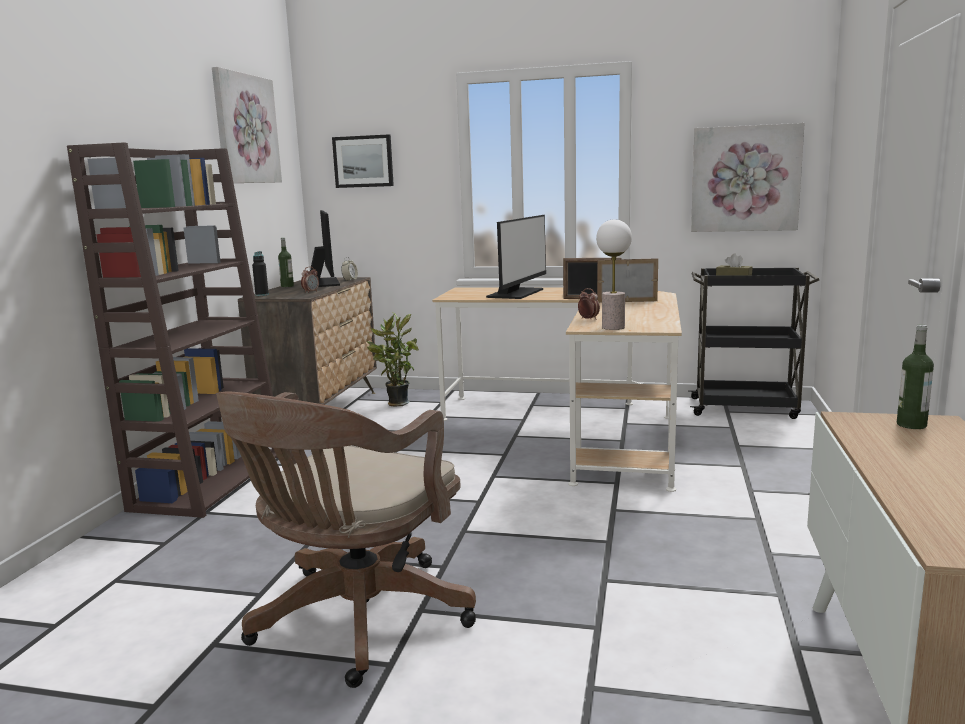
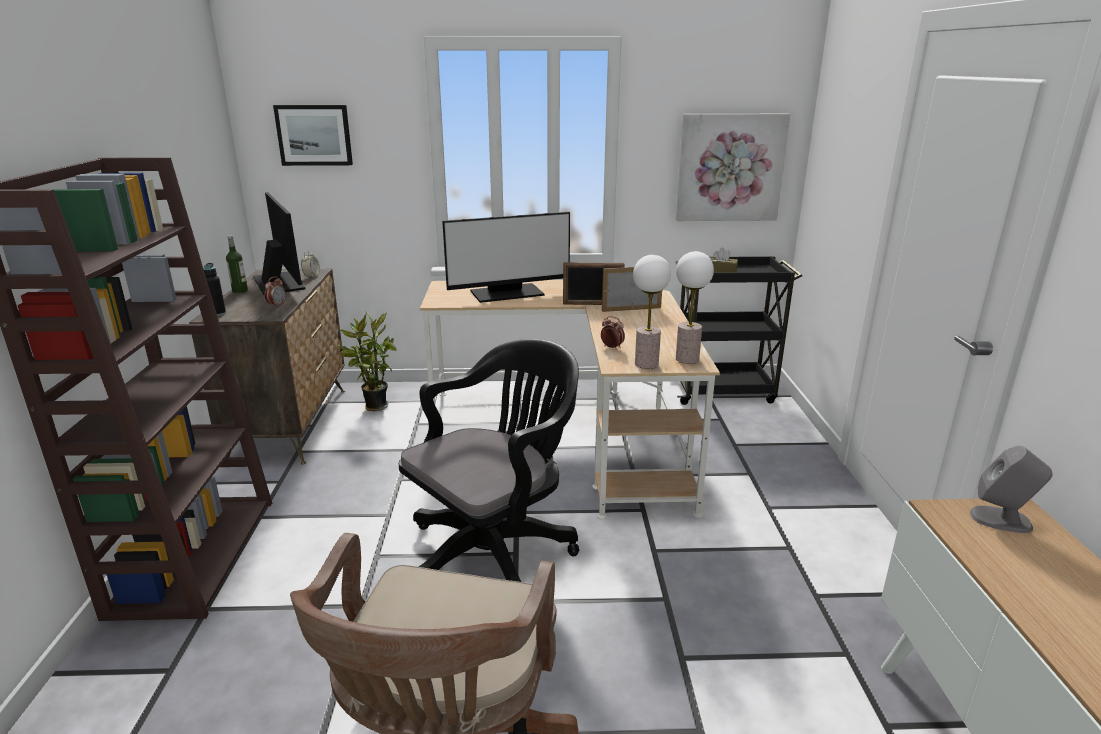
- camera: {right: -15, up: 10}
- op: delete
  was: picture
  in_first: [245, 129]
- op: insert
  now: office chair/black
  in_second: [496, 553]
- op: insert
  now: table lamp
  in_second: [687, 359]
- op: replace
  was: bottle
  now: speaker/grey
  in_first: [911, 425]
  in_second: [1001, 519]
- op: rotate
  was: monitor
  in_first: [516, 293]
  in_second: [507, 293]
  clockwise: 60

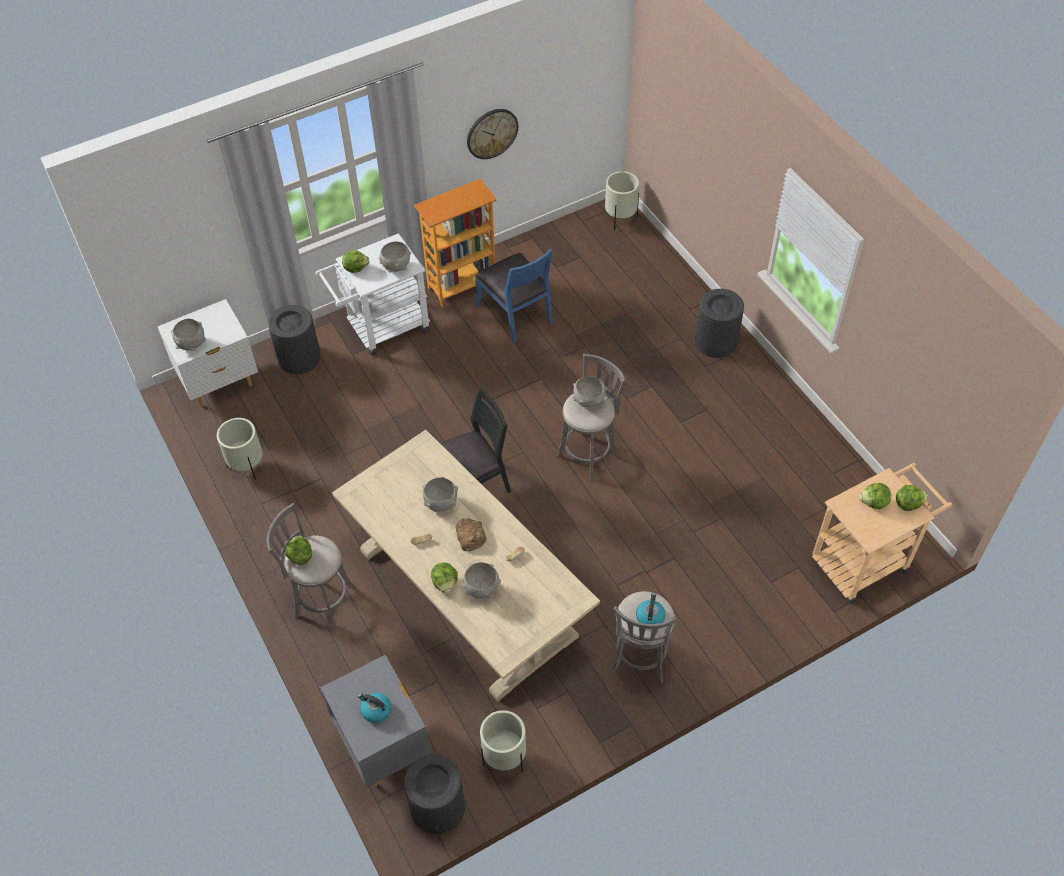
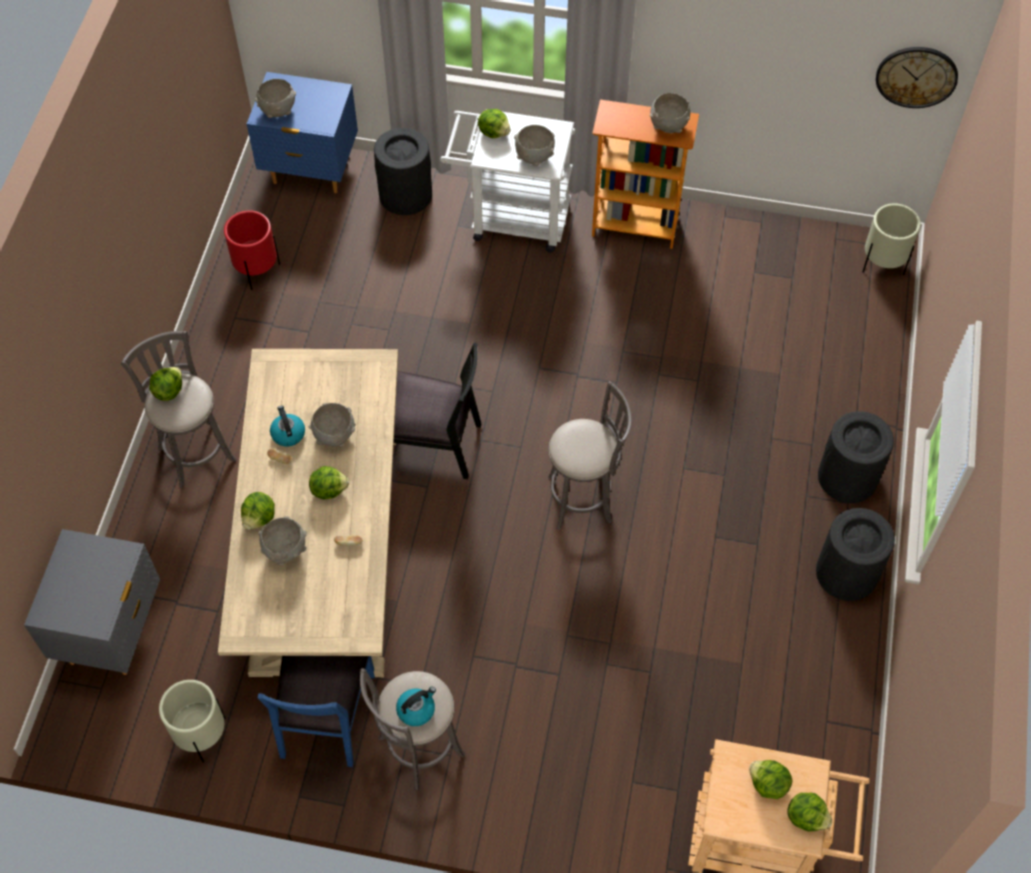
- camera: {right: 40, up: 5}
- op: move
  was: kettle
  in_first: [375, 710]
  in_second: [288, 433]
- op: move
  was: trash can/black
  in_first: [437, 807]
  in_second: [847, 572]
- op: move
  was: wall clock
  in_first: [492, 133]
  in_second: [916, 76]
- op: move
  was: chair/blue
  in_first: [516, 313]
  in_second: [325, 716]
- op: move
  was: bowl/grey
  in_first: [589, 402]
  in_second: [668, 127]
- op: replace
  was: bread
  now: lettuce
  in_first: [470, 536]
  in_second: [329, 489]
- op: recolor
  was: nightstand/white
  now: nightstand/blue
  in_first: [219, 383]
  in_second: [311, 171]
- op: recolor
  was: planter/beige
  now: planter/red
  in_first: [247, 466]
  in_second: [257, 271]

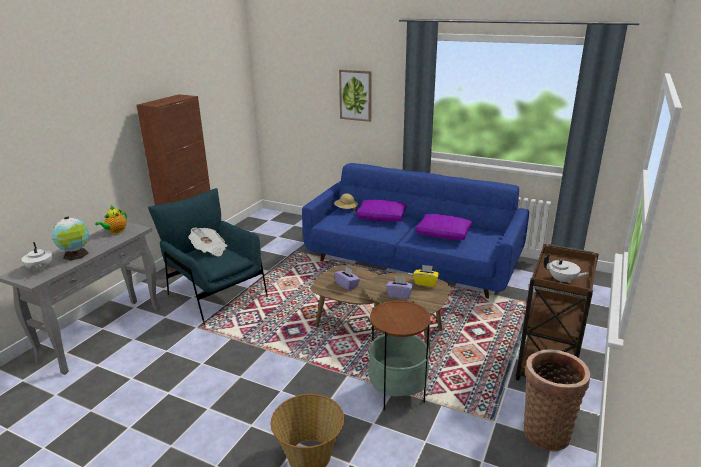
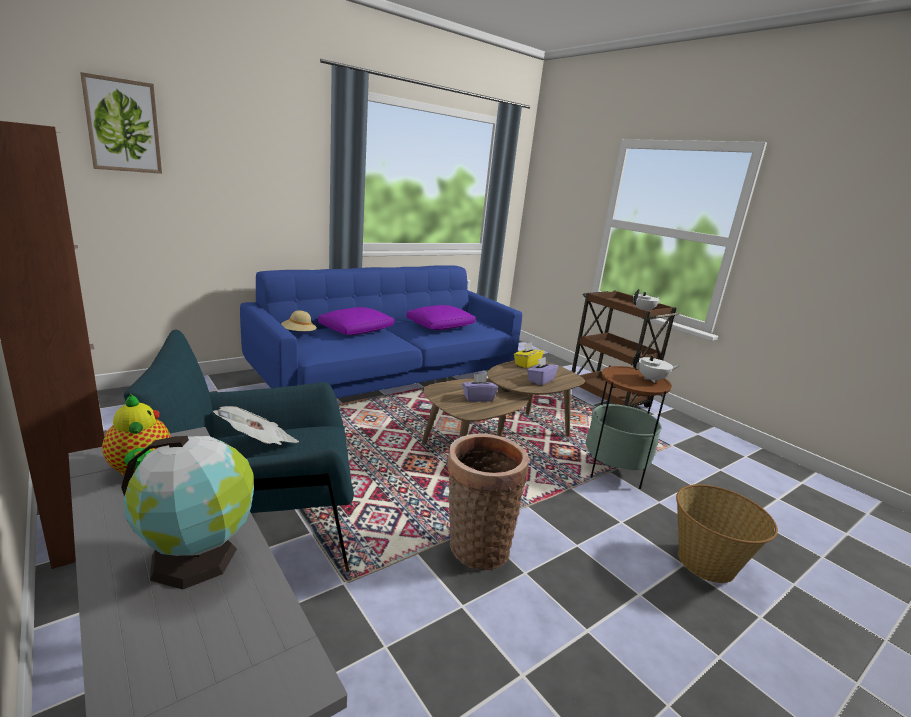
- camera: {right: -65, up: -5}
- op: move
  was: teapot/white
  in_first: [40, 269]
  in_second: [652, 379]
- op: move
  was: picture
  in_first: [355, 95]
  in_second: [123, 126]
- op: move
  was: basket
  in_first: [545, 430]
  in_second: [475, 546]

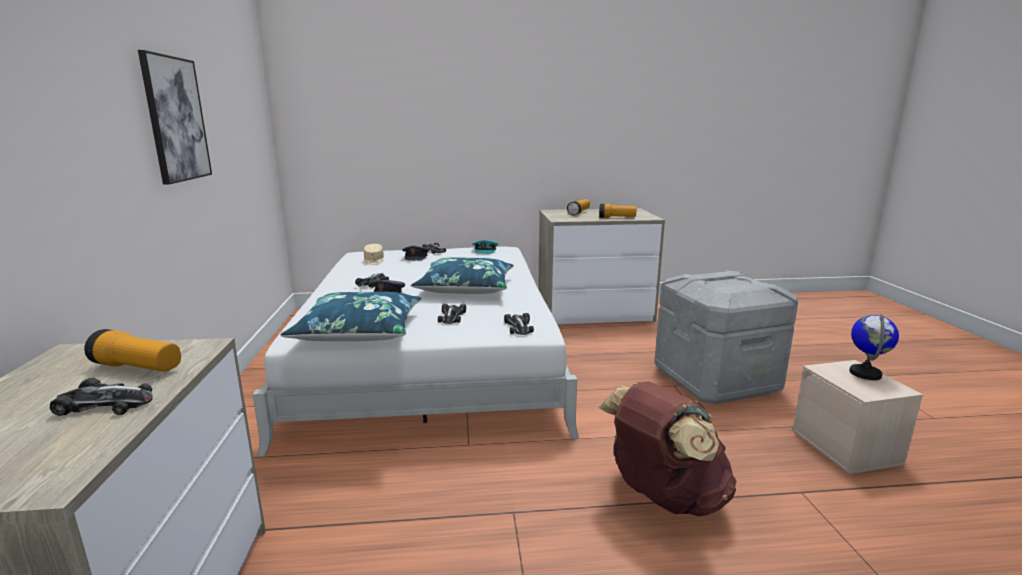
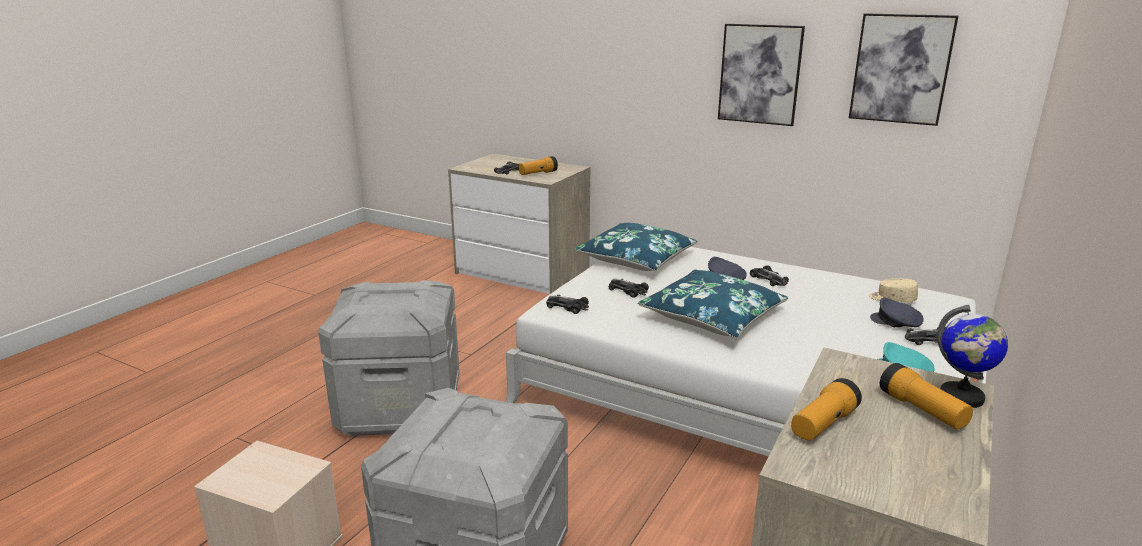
- camera: {right: 125, up: 5}
- op: insert
  now: picture
  in_second: [901, 69]
- op: move
  was: globe
  in_first: [865, 373]
  in_second: [961, 397]
- op: replace
  was: backpack/brown
  now: storage box/grey
  in_first: [663, 497]
  in_second: [401, 407]

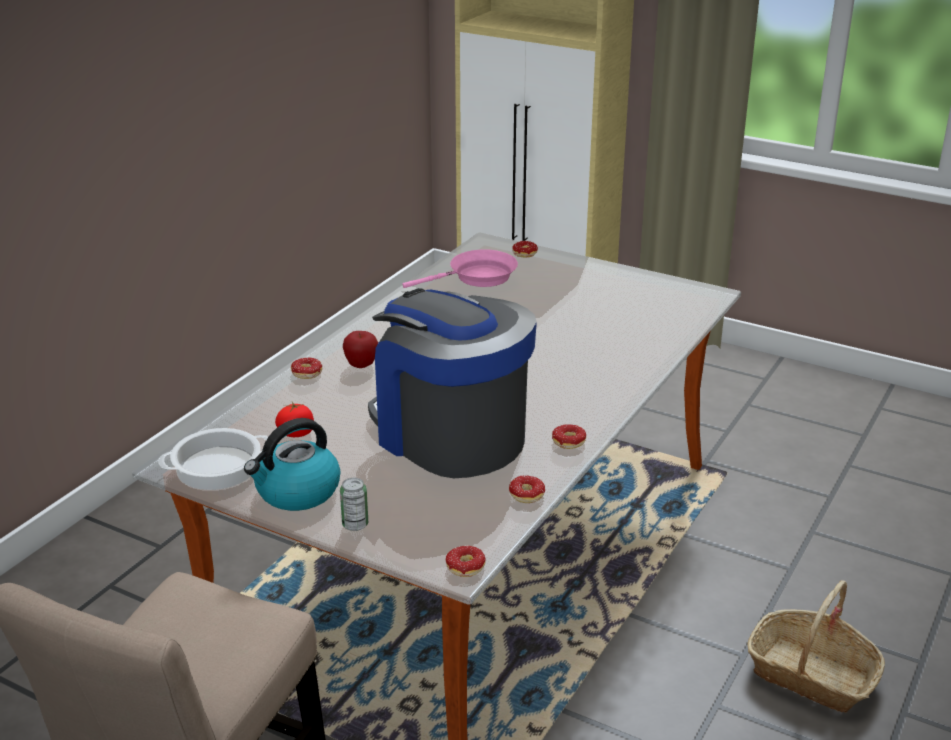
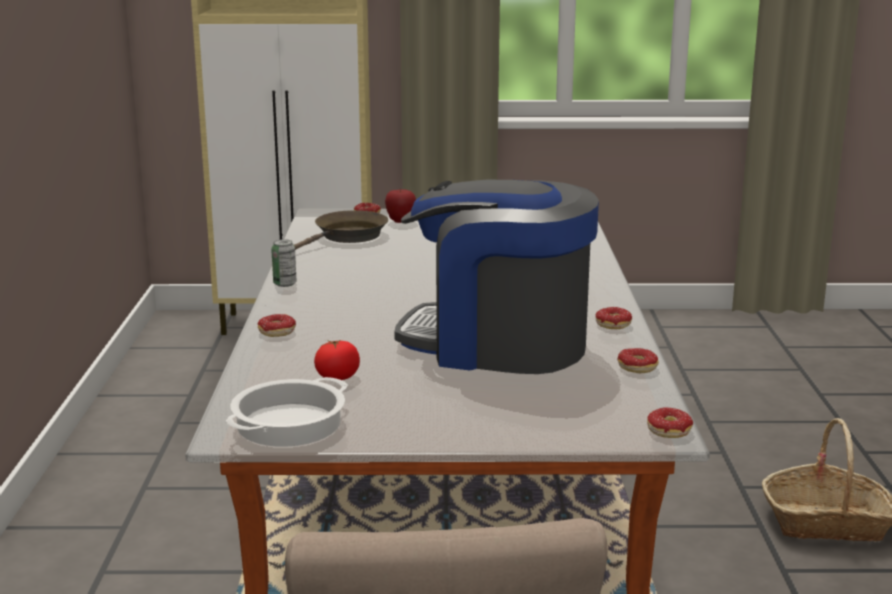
- camera: {right: -30, up: -10}
- op: delete
  was: kettle
  in_first: [297, 492]
- op: move
  was: can
  in_first: [355, 525]
  in_second: [285, 284]
- op: move
  was: apple
  in_first: [361, 365]
  in_second: [400, 221]
- op: recolor
  was: frying pan/pink
  now: frying pan/brown
  in_first: [477, 278]
  in_second: [347, 237]

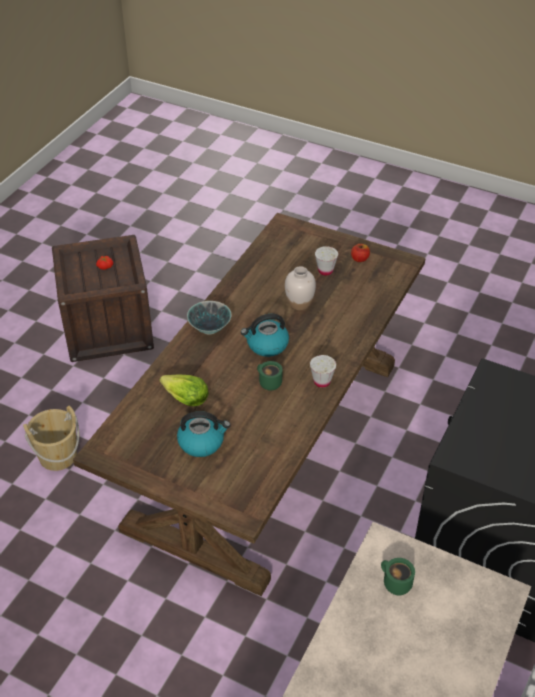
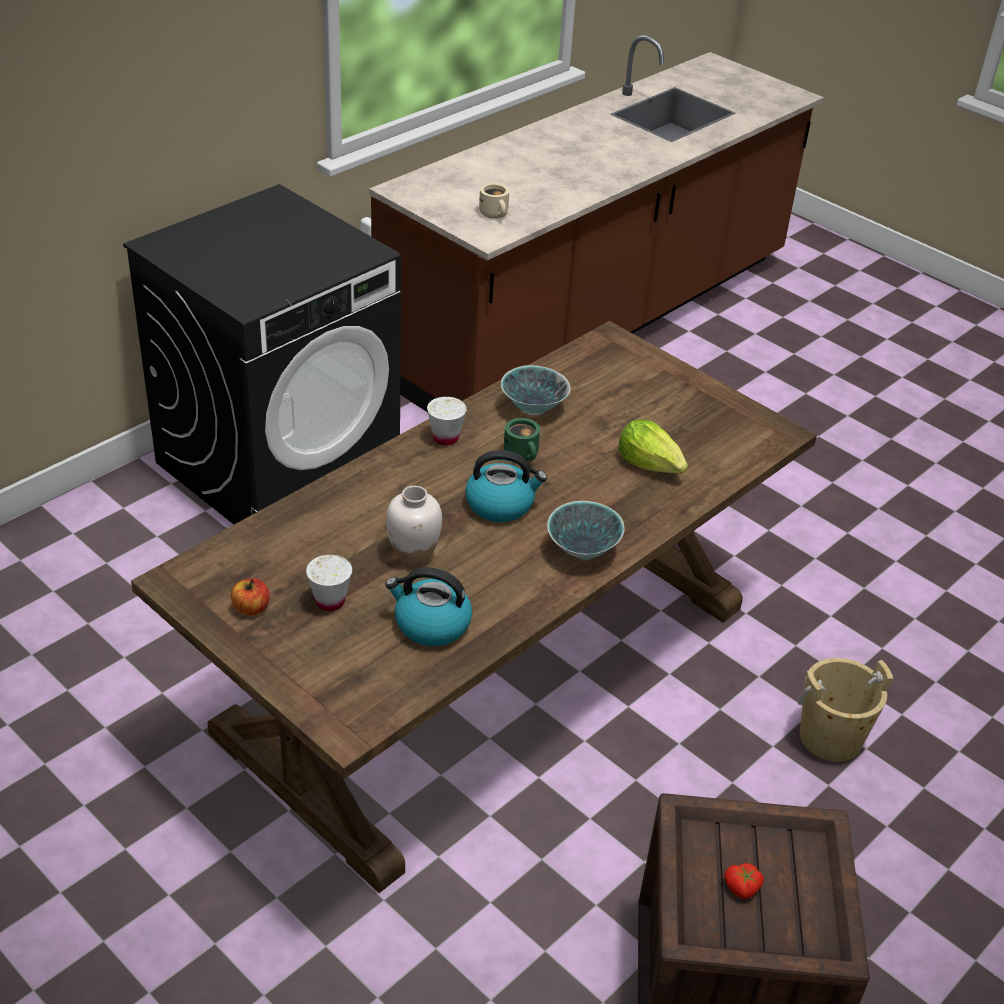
- camera: {right: -165, up: -5}
- op: insert
  now: bowl
  in_second: [533, 409]
- op: move
  was: kettle
  in_first: [202, 442]
  in_second: [431, 624]
- op: recolor
  was: mug/green
  now: mug/beige
  in_first: [394, 583]
  in_second: [495, 215]

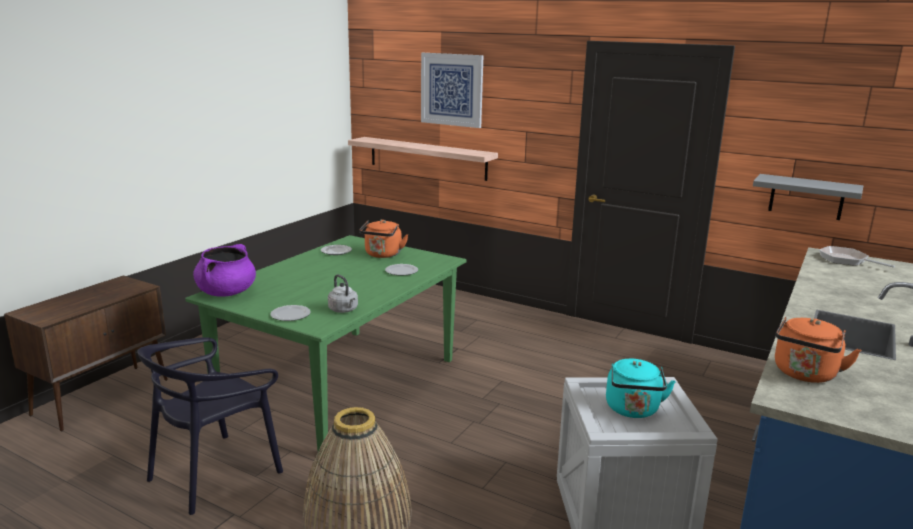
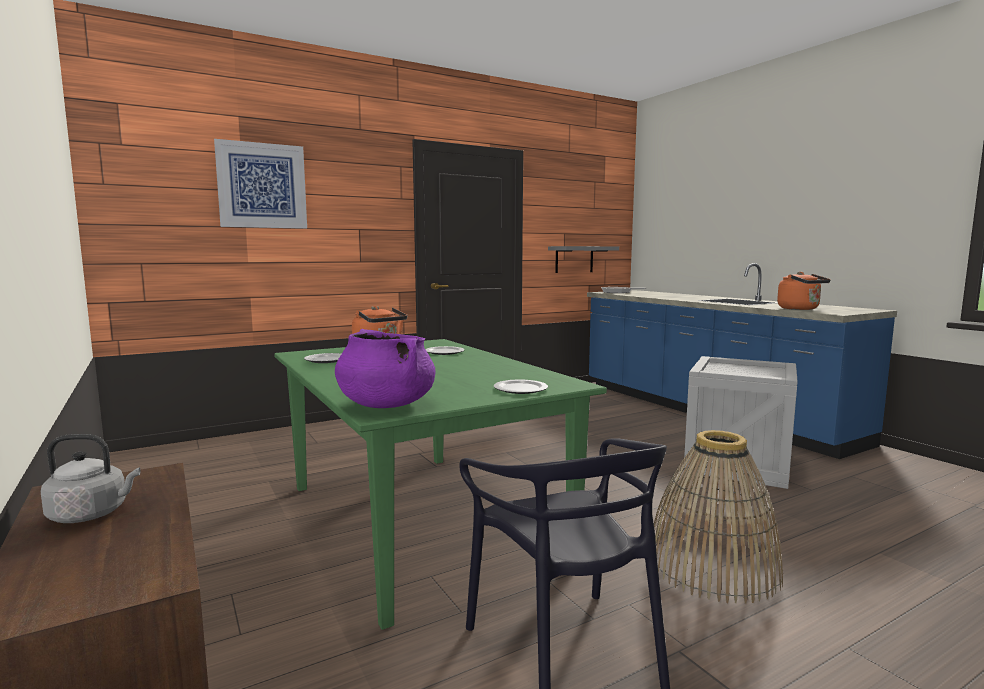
- camera: {right: -60, up: -10}
- op: delete
  was: shelf
  in_first: [427, 158]
- op: delete
  was: kettle/turquoise
  in_first: [633, 410]
- op: move
  was: kettle/grey
  in_first: [344, 310]
  in_second: [92, 514]

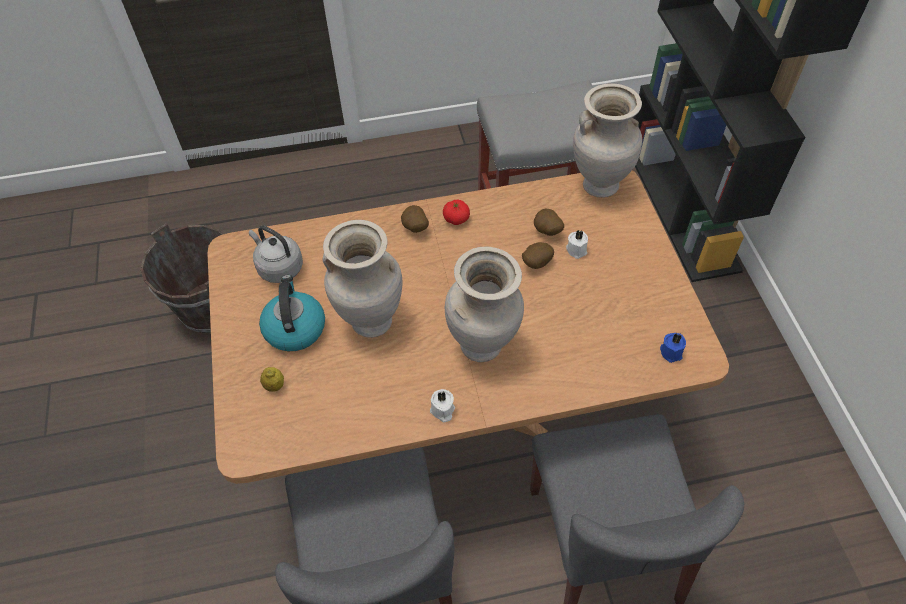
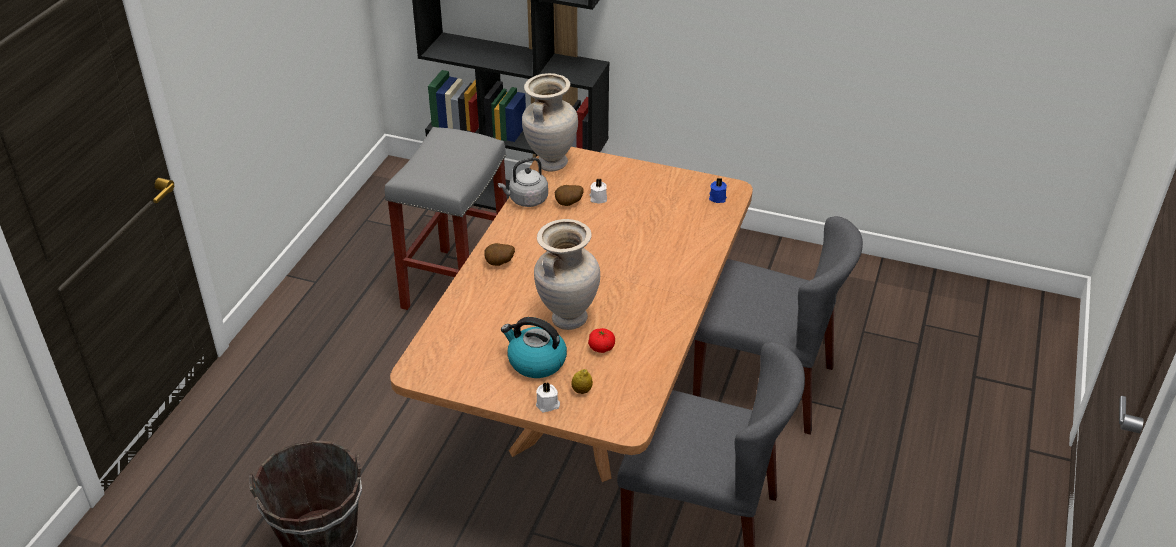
- camera: {right: -60, up: -15}
- op: delete
  was: vase/beige
  in_first: [482, 347]
- op: delete
  was: potato
  in_first: [535, 263]
- op: move
  was: kettle/grey
  in_first: [278, 267]
  in_second: [526, 200]
- op: move
  was: candle/white
  in_first: [442, 411]
  in_second: [548, 405]
- op: move
  was: tomato
  in_first: [456, 218]
  in_second: [601, 347]

